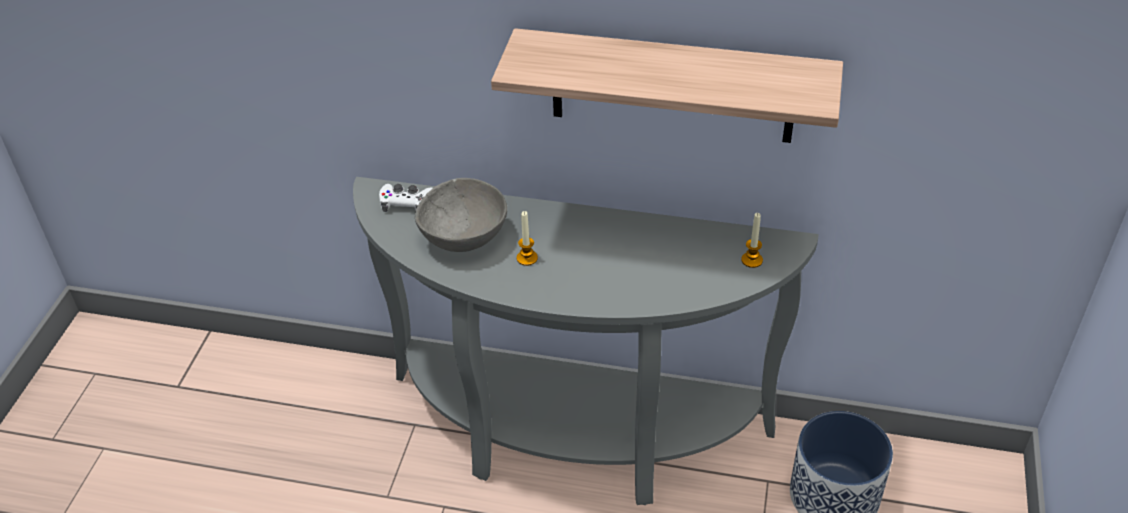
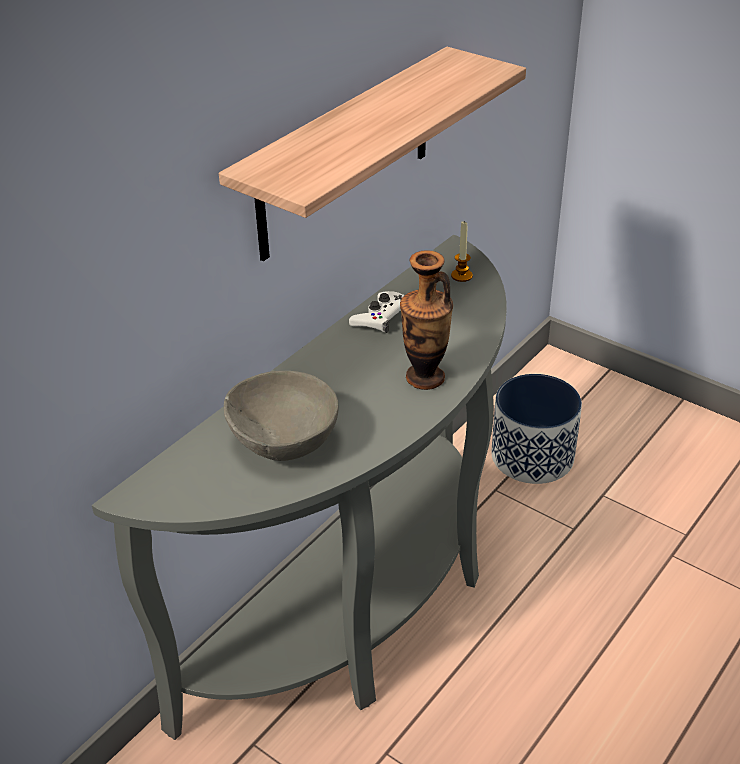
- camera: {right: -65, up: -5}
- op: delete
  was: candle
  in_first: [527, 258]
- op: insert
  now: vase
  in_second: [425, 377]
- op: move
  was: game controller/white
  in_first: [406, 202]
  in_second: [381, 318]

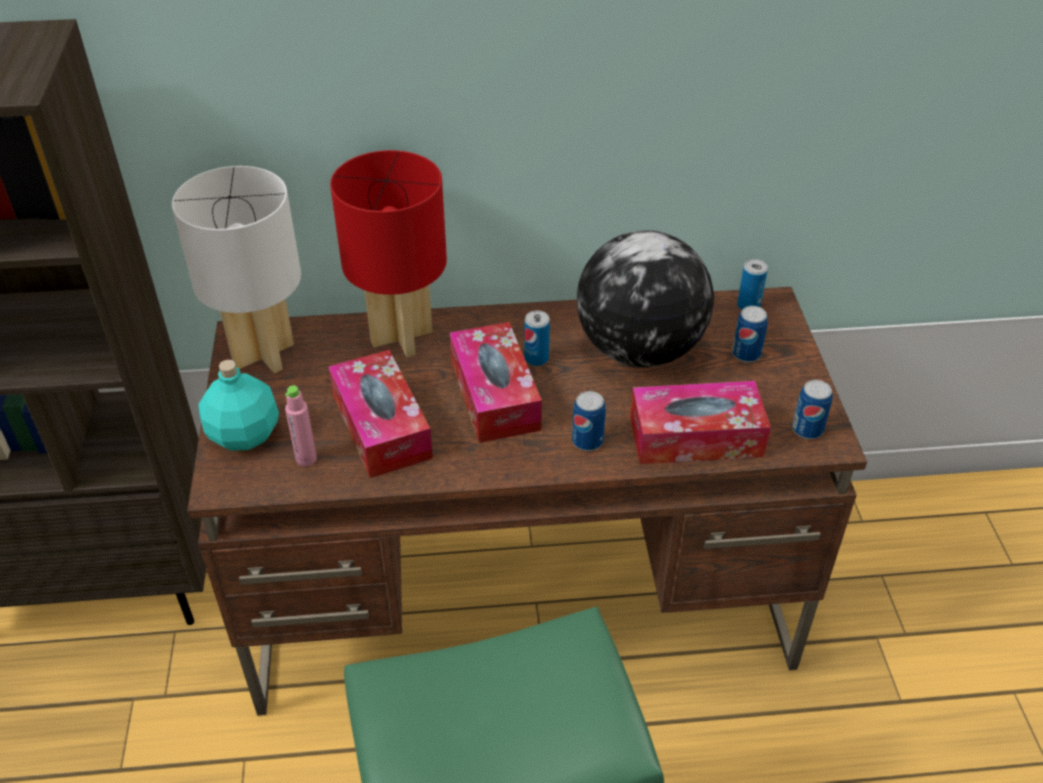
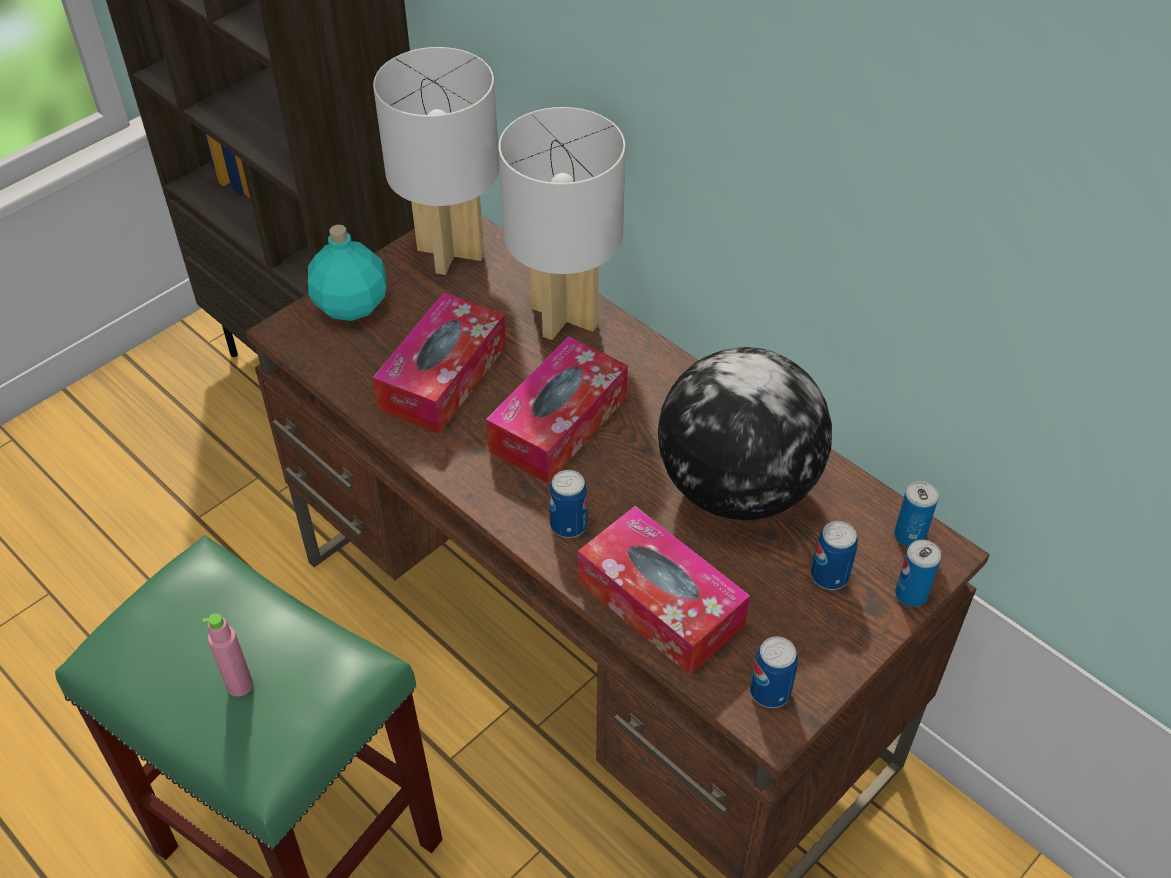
- camera: {right: 50, up: 5}
- op: move
  was: bottle/pink
  in_first: [306, 458]
  in_second: [240, 685]
- op: move
  was: can
  in_first: [536, 358]
  in_second: [911, 594]
- op: recolor
  was: table lamp/red
  now: table lamp/white
  in_first: [402, 336]
  in_second: [566, 317]

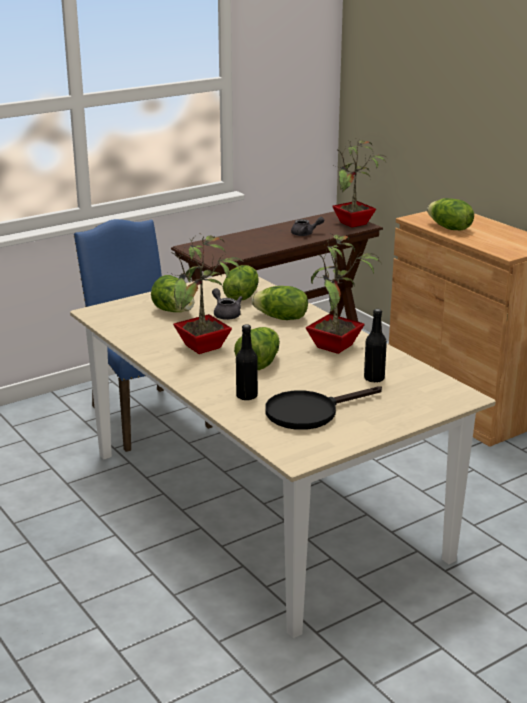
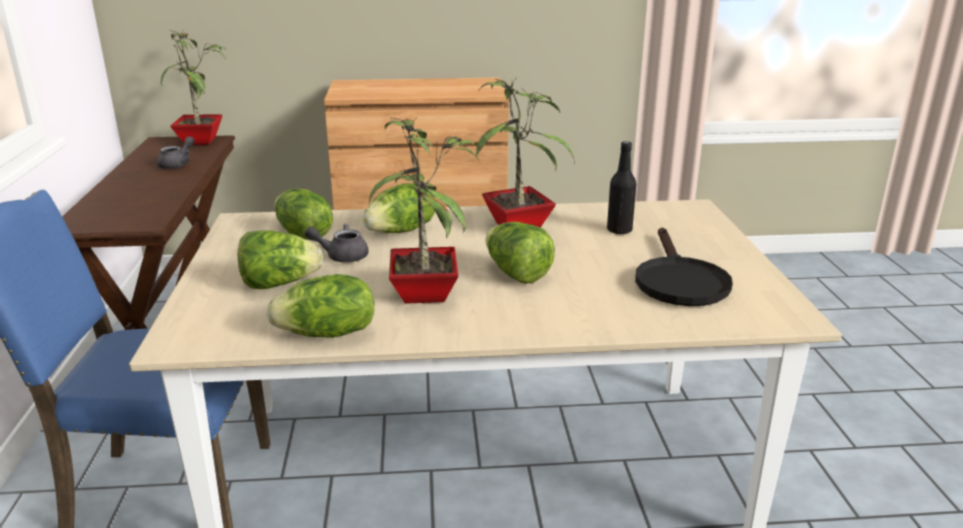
- camera: {right: -60, up: 0}
- op: delete
  was: bottle/black
  in_first: [246, 396]
- op: move
  was: lettuce
  in_first: [449, 228]
  in_second: [328, 334]

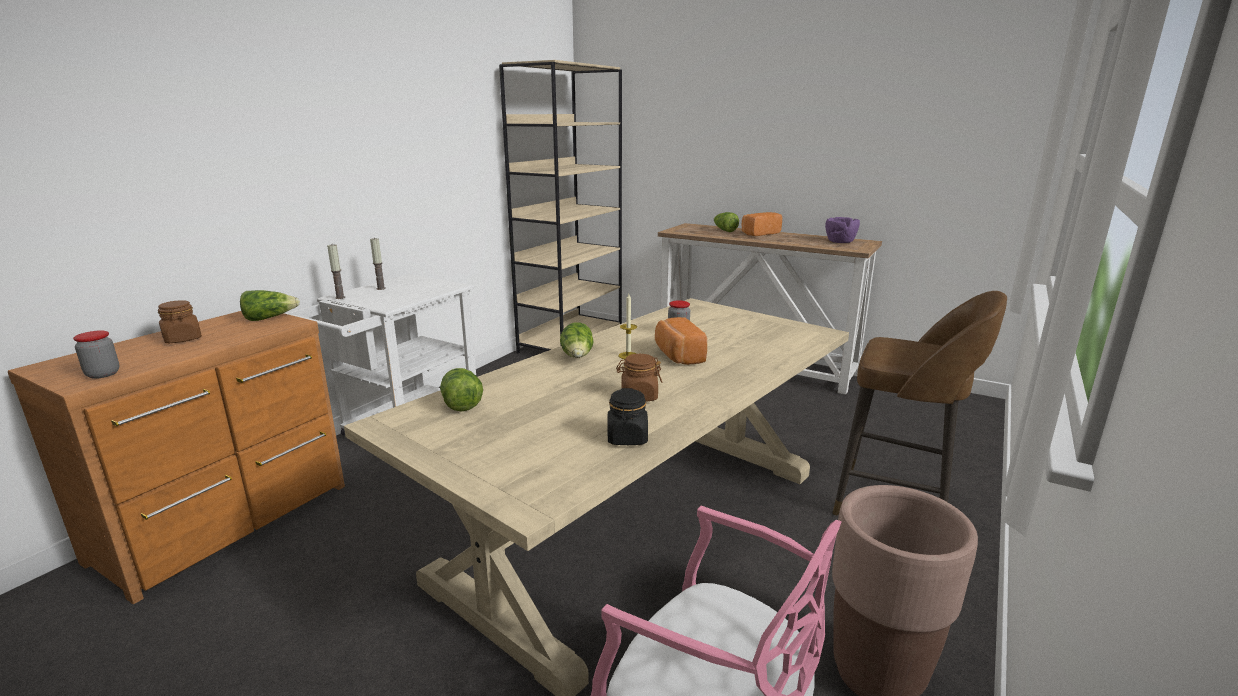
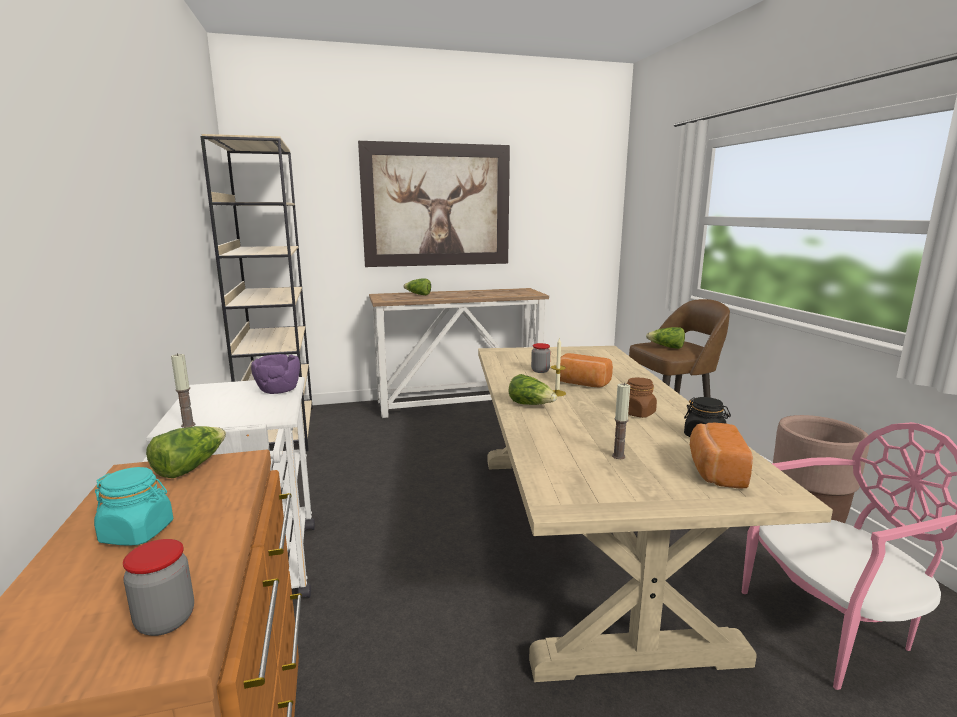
- camera: {right: -45, up: -5}
- op: insert
  now: picture
  in_second: [437, 205]
- op: move
  was: candle
  in_first: [381, 288]
  in_second: [618, 456]
- op: move
  was: lettuce
  in_first: [461, 403]
  in_second: [666, 347]
- op: move
  was: bread
  in_first: [759, 233]
  in_second: [714, 471]
- op: move
  was: bowl/purple
  in_first: [840, 241]
  in_second: [278, 390]
- op: recolor
  was: jar/brown
  now: jar/turquoise
  in_first: [183, 339]
  in_second: [138, 532]

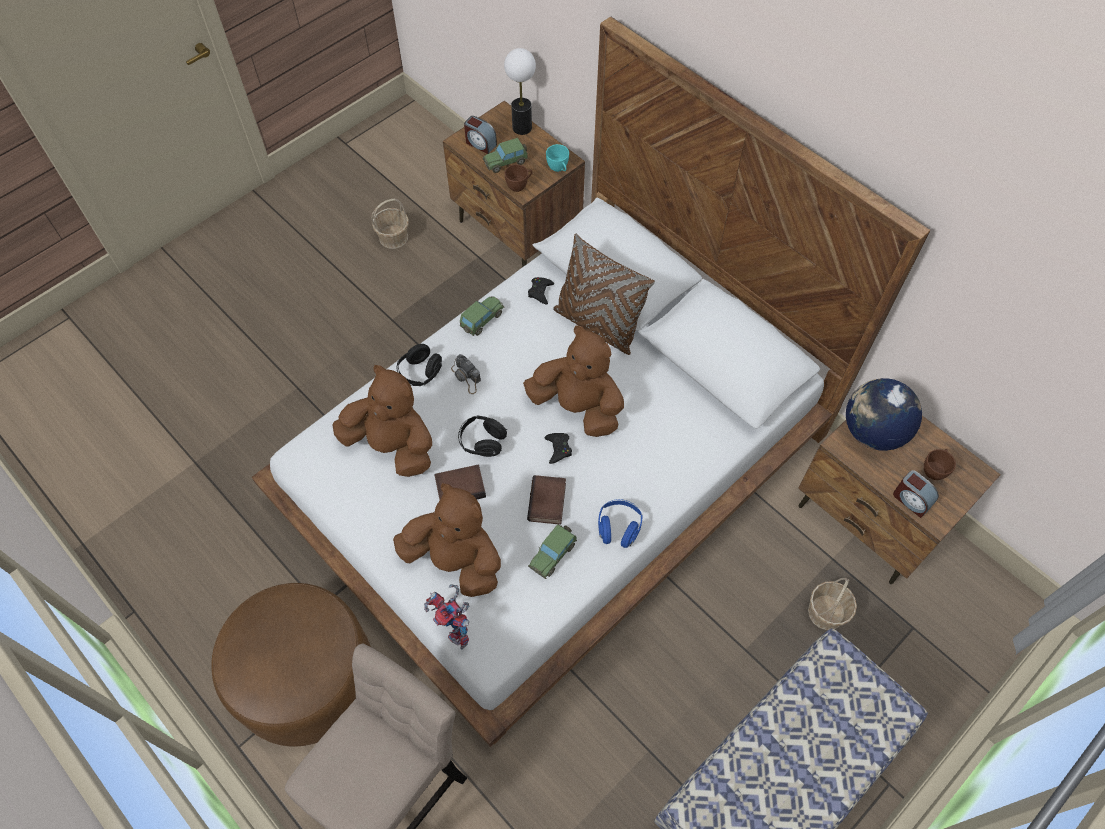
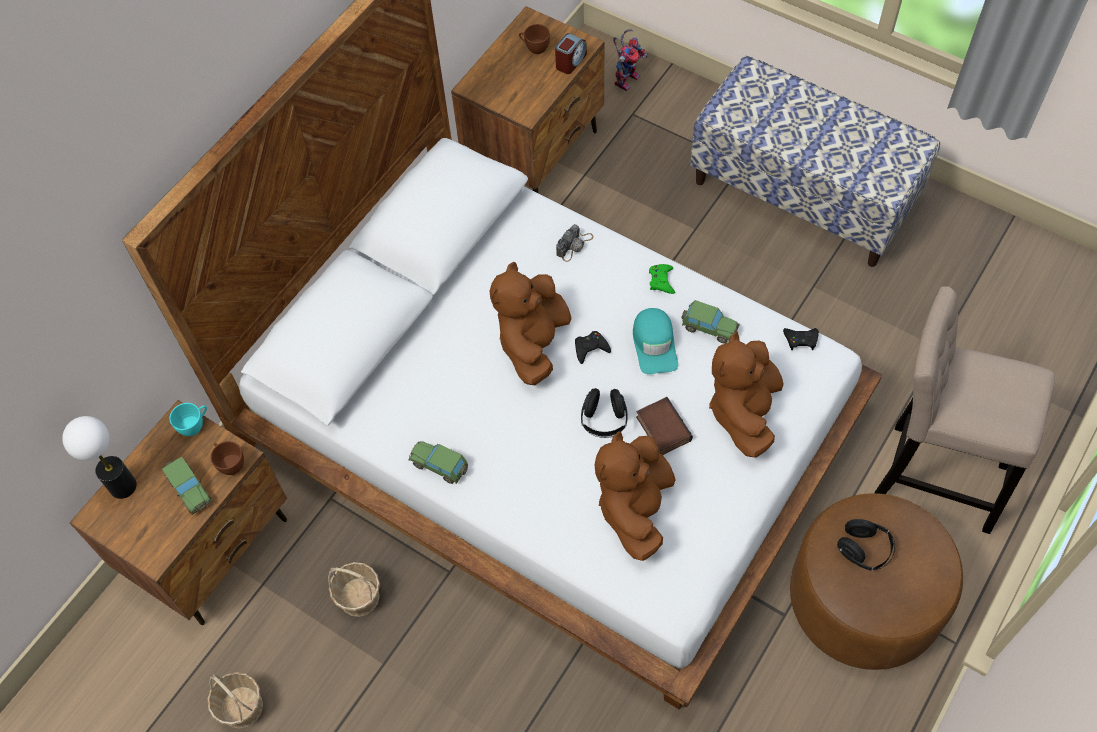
- camera: {right: -100, up: 0}
- op: delete
  was: alarm clock
  in_first: [480, 143]
- op: delete
  was: pillow/brown
  in_first: [598, 324]
- op: delete
  was: globe
  in_first: [872, 432]
- op: move
  was: headphones/black
  in_first: [420, 373]
  in_second: [864, 550]
- op: move
  was: toy robot
  in_first: [455, 625]
  in_second: [626, 78]
- op: move
  was: photo camera
  in_first: [466, 377]
  in_second: [574, 245]
- op: move
  was: game controller/black
  in_first: [540, 292]
  in_second: [801, 340]
- op: move
  was: basket
  in_first: [826, 612]
  in_second: [359, 596]
- op: replace
  was: book
  now: cap/turquoise
  in_first: [548, 503]
  in_second: [654, 344]
- op: replace
  was: headphones/blue
  now: game controller/green
  in_first: [618, 528]
  in_second: [661, 281]

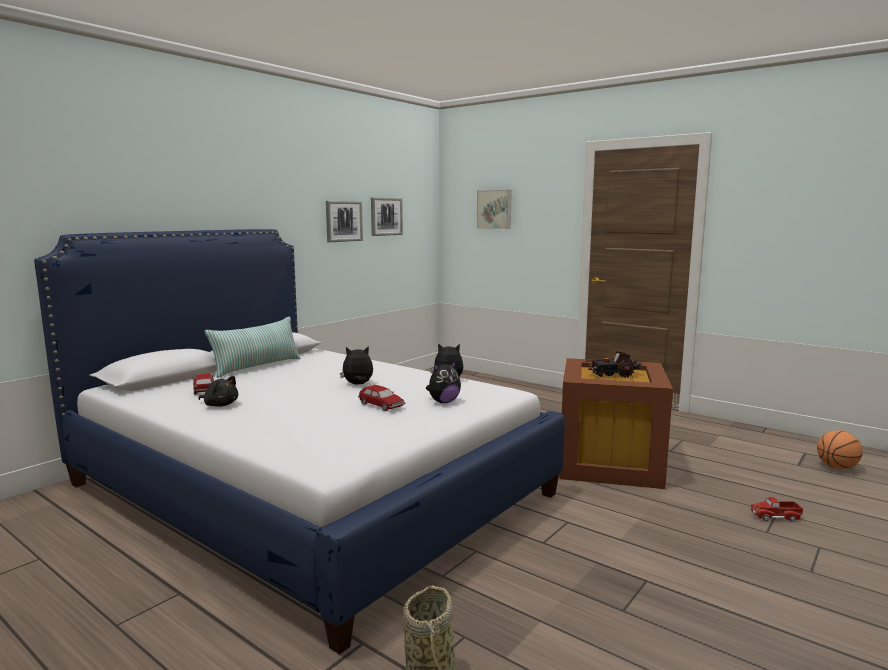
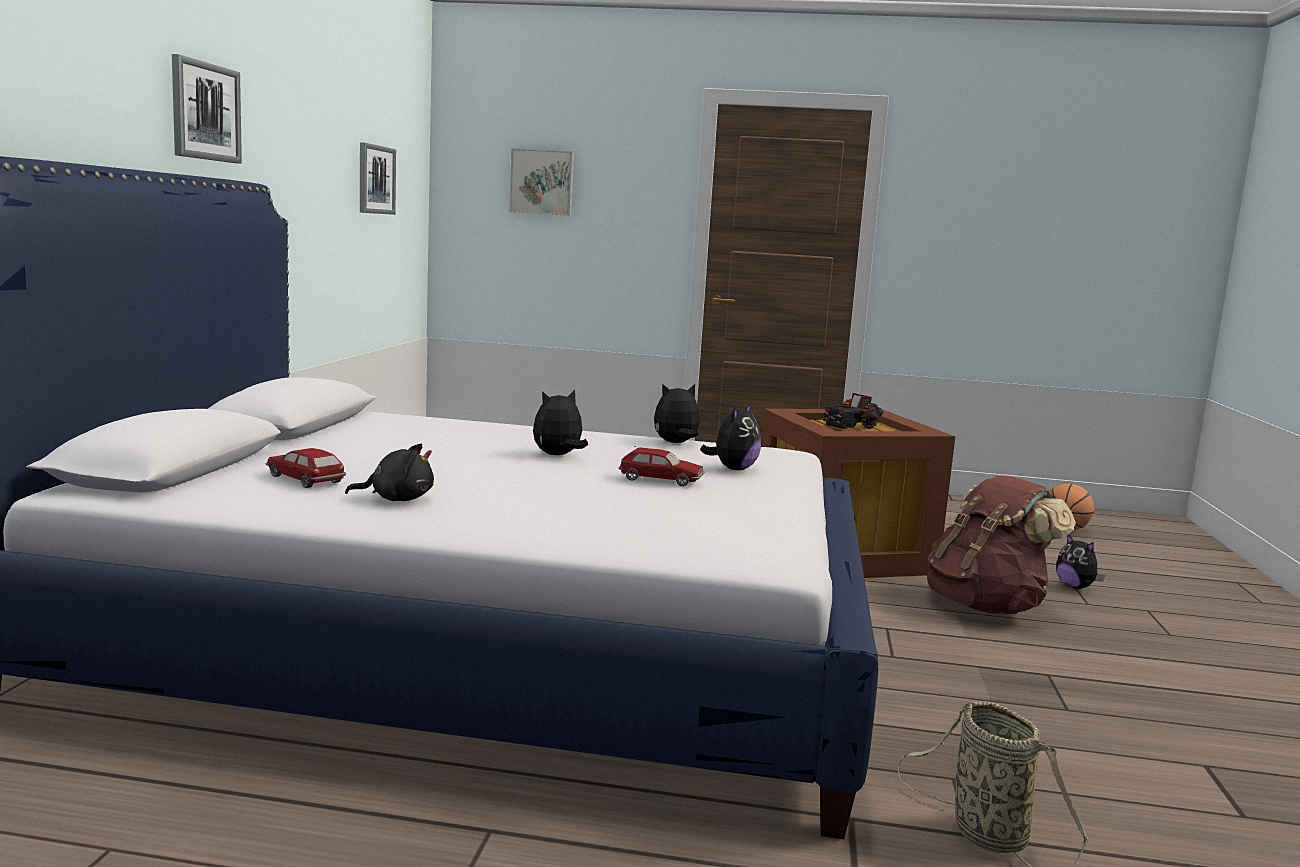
- camera: {right: -30, up: 0}
- op: delete
  was: pillow
  in_first: [257, 367]
- op: insert
  now: backpack/brown
  in_second: [986, 606]
- op: move
  was: picture
  in_first: [343, 221]
  in_second: [205, 111]
- op: replace
  was: toy truck
  now: plush toy
  in_first: [775, 516]
  in_second: [1075, 587]

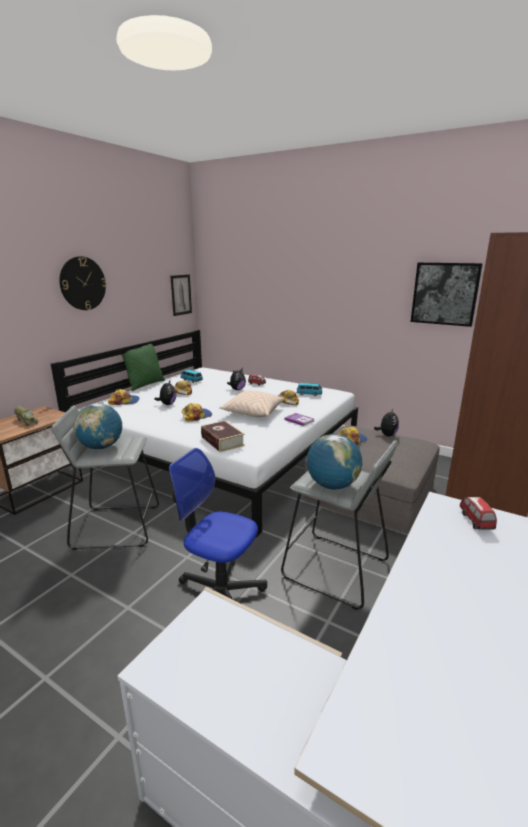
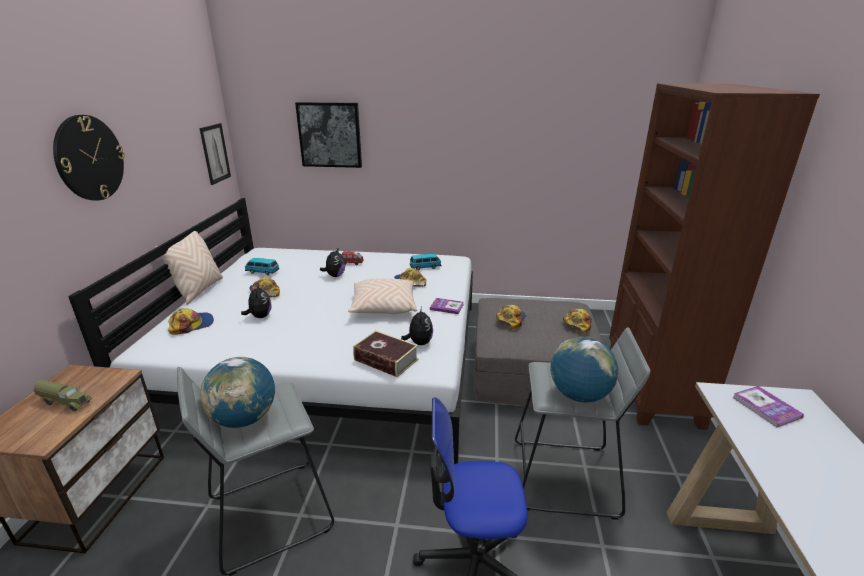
- camera: {right: -25, up: 5}
- op: move
  was: cap
  in_first: [196, 416]
  in_second: [577, 323]
- op: move
  was: plush toy
  in_first: [387, 435]
  in_second: [419, 343]
- op: move
  was: picture
  in_first: [445, 293]
  in_second: [330, 135]
- op: replace
  was: toy car
  now: book
  in_first: [475, 520]
  in_second: [766, 407]
- op: recolor
  was: pillow/green
  now: pillow/beige
  in_first: [145, 385]
  in_second: [199, 290]

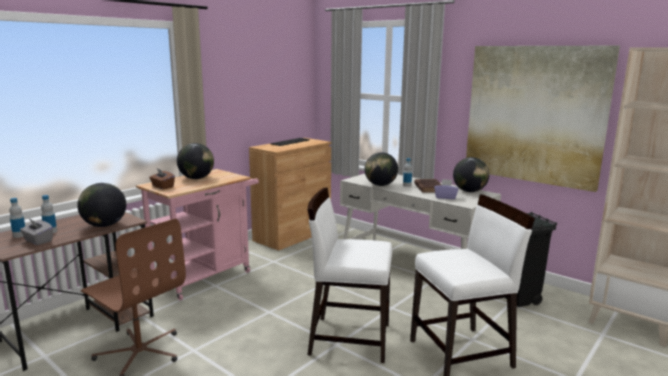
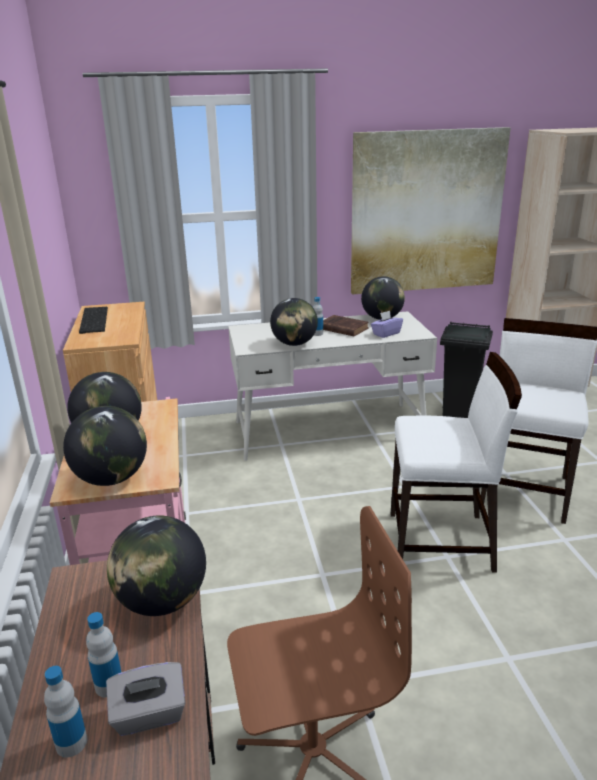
- camera: {right: -50, up: 10}
- op: replace
  was: tissue box/brown
  now: globe
  in_first: [162, 187]
  in_second: [111, 479]
- op: rotate
  was: chair/white
  in_first: [349, 338]
  in_second: [441, 542]
  clockwise: -135

